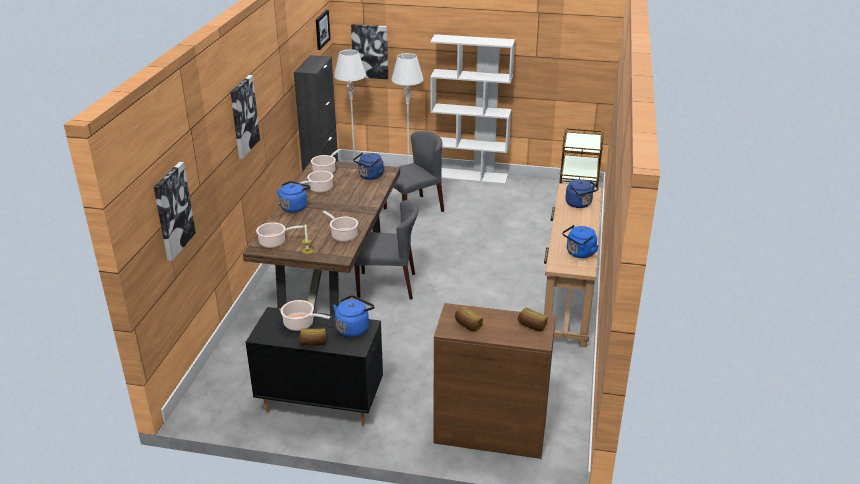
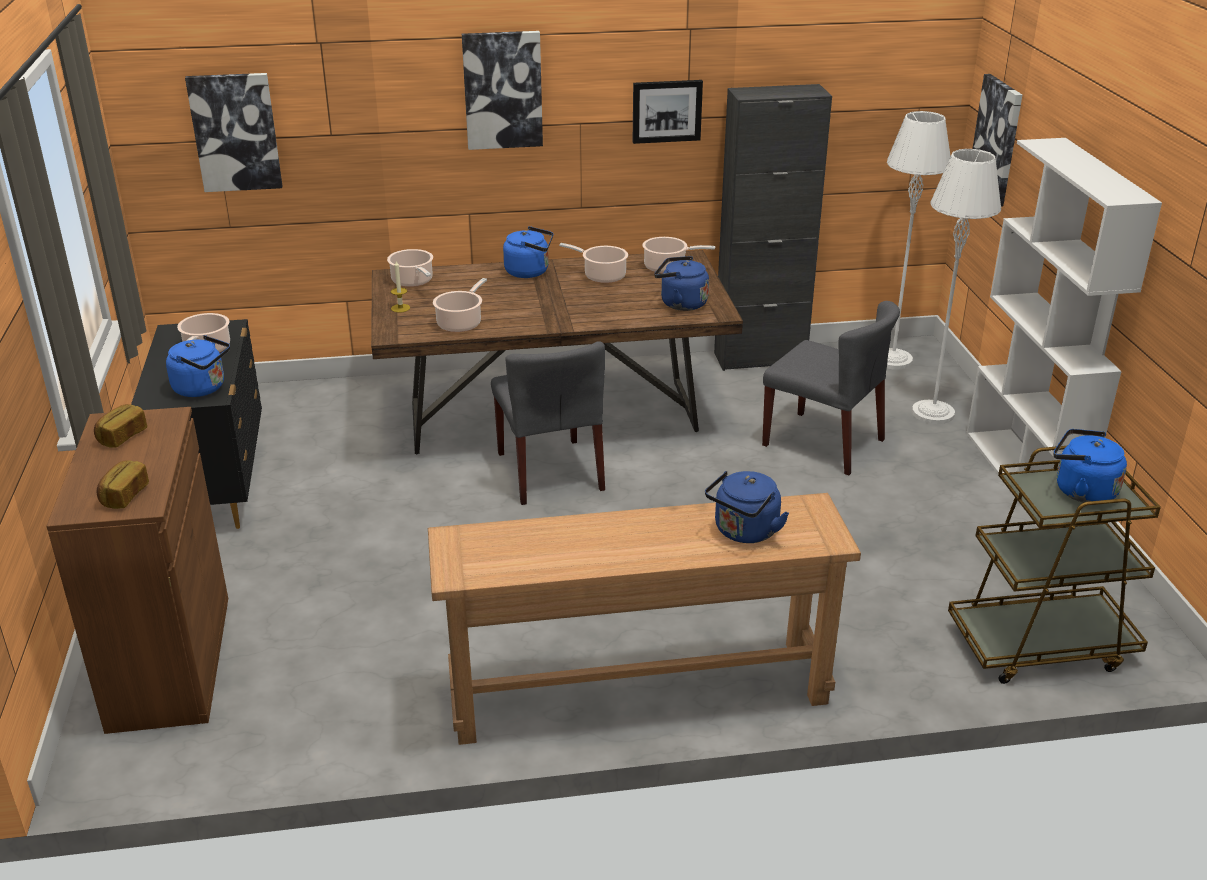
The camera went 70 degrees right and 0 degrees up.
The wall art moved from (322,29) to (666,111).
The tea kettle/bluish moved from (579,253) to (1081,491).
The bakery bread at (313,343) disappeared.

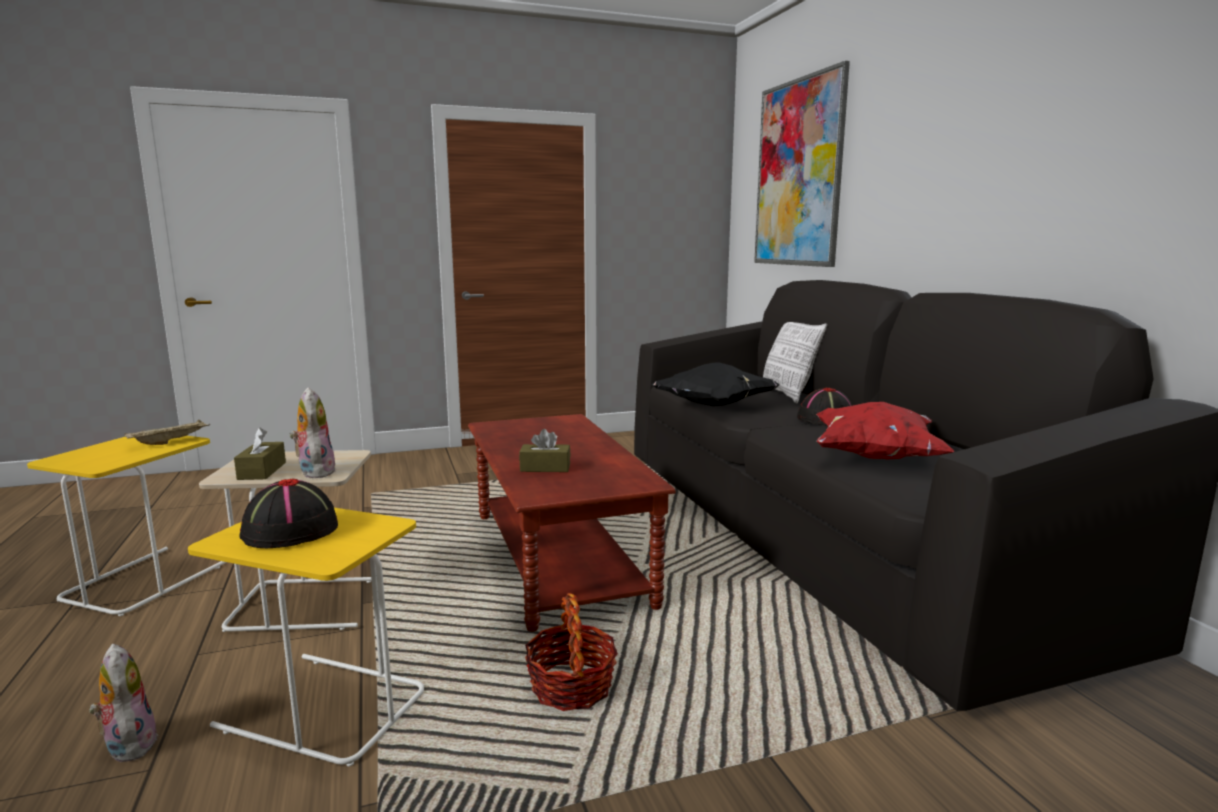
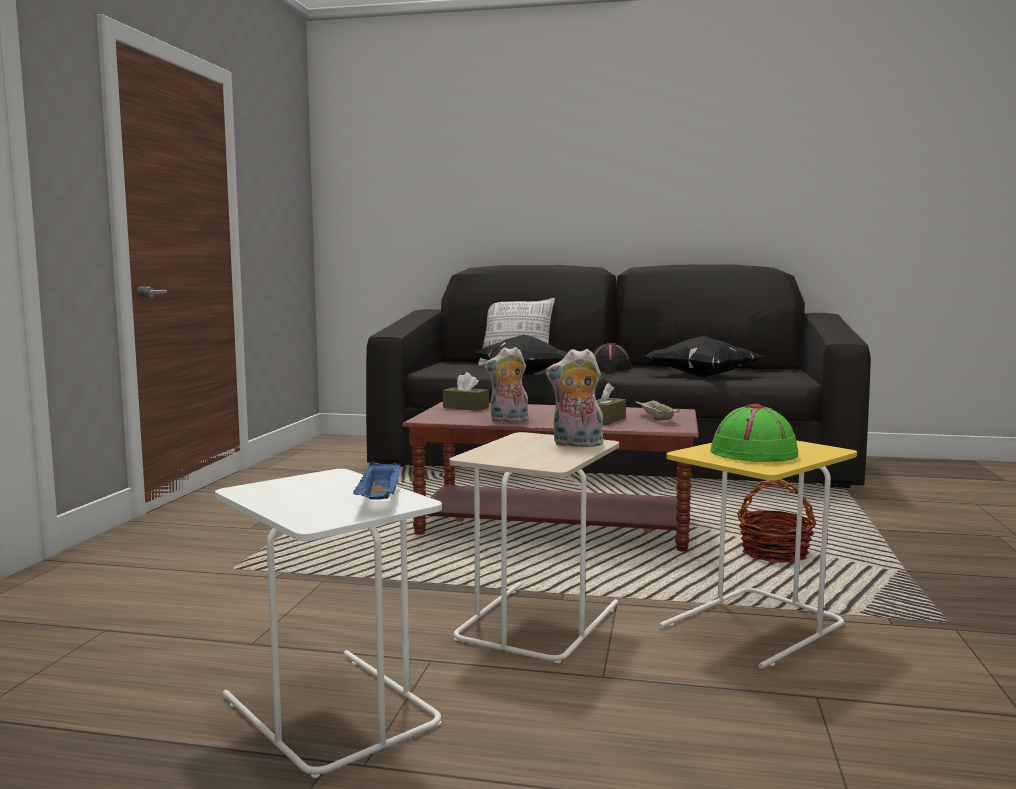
The camera went 60 degrees left and 5 degrees down.
The wall art at (798,174) disappeared.
The cushion/red at (874,457) became the cushion/black at (701,376).
The carrying tray/beige-coloured moved from (170,442) to (655,419).
The box of tissues/brownish moved from (262,471) to (466,407).
The end table/yellow-coloured at (146,580) became the end table/white-coloured at (328,710).
The hat/black at (290,531) became the hat/green-coloured at (754,454).
The soft toy moved from (128,745) to (508,420).
The carrying tray/bluish at (380,500) appeared.

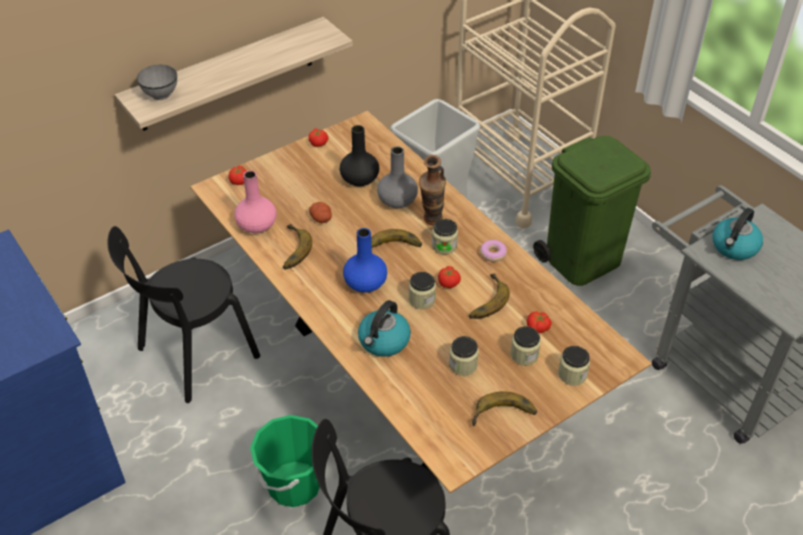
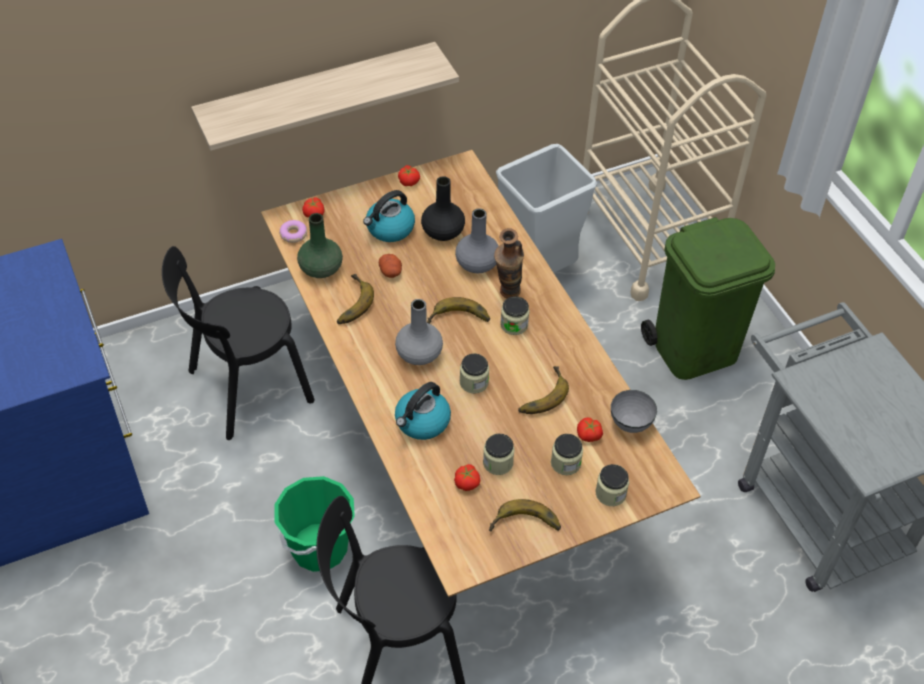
The camera went 10 degrees right and 5 degrees up.
The serving bowl/greyish moved from (160,94) to (630,423).
The flower vase/pinkish at (257,225) became the flower vase/green-coloured at (321,268).
The tea kettle moved from (734,247) to (389,229).
The flower vase/bluish at (366,283) became the flower vase/greyish at (419,354).
The doughnut moved from (493,254) to (293,234).
The fresh tomato moved from (449,282) to (467,482).

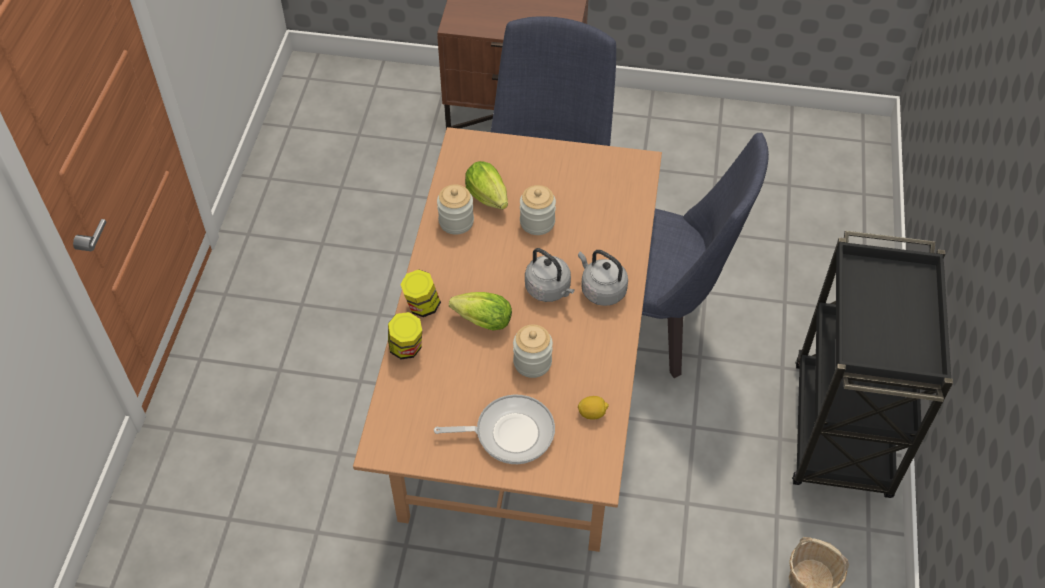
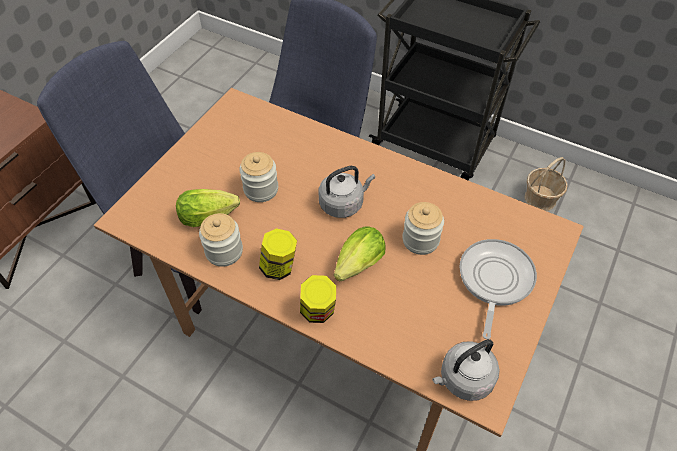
The camera went 70 degrees left and 0 degrees up.
The tea kettle/greyish moved from (601,290) to (463,379).
The jar moved from (406,348) to (279,267).
The citrus fruit at (592,413) disappeared.

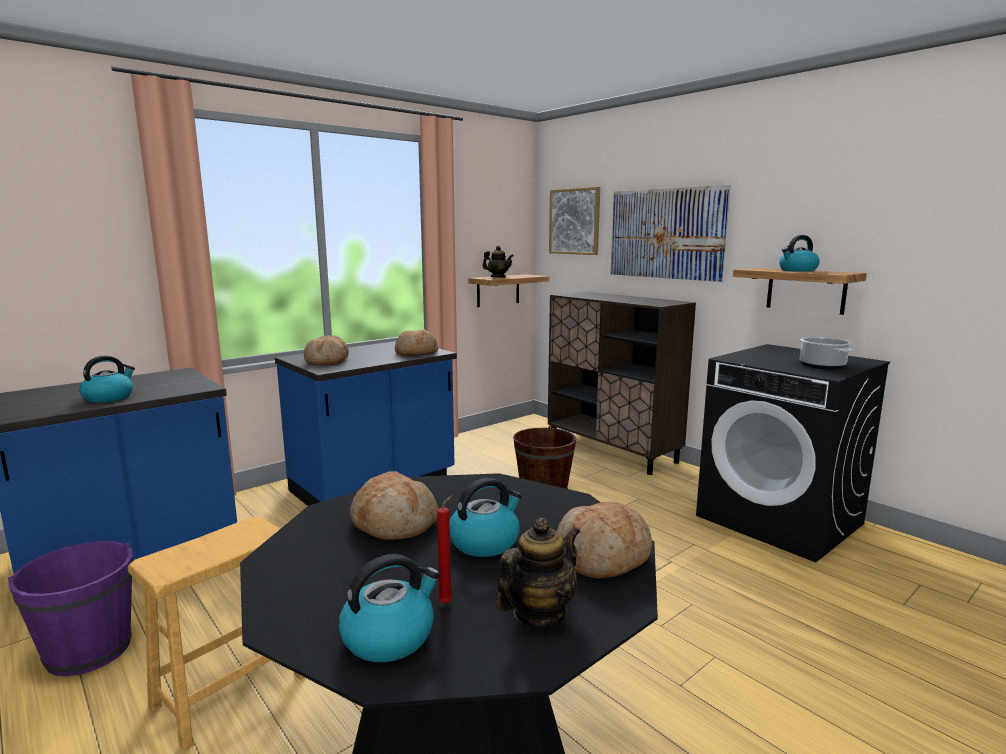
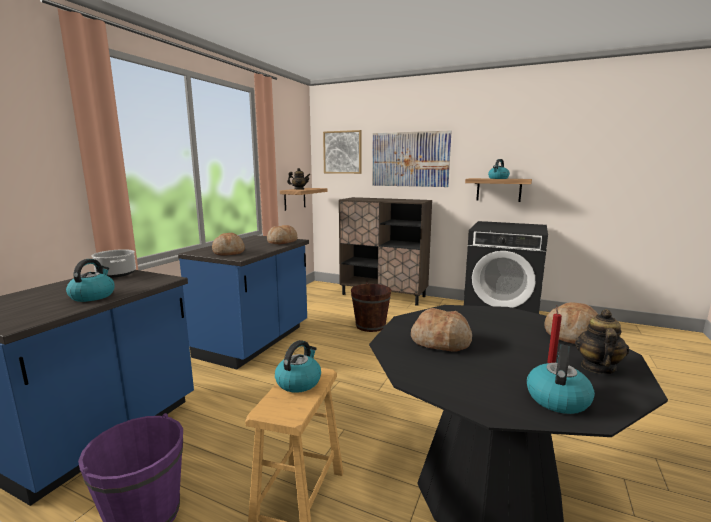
The camera went 25 degrees left and 0 degrees up.
The saucepot moved from (822,366) to (117,274).
The tea kettle moved from (485,542) to (298,382).

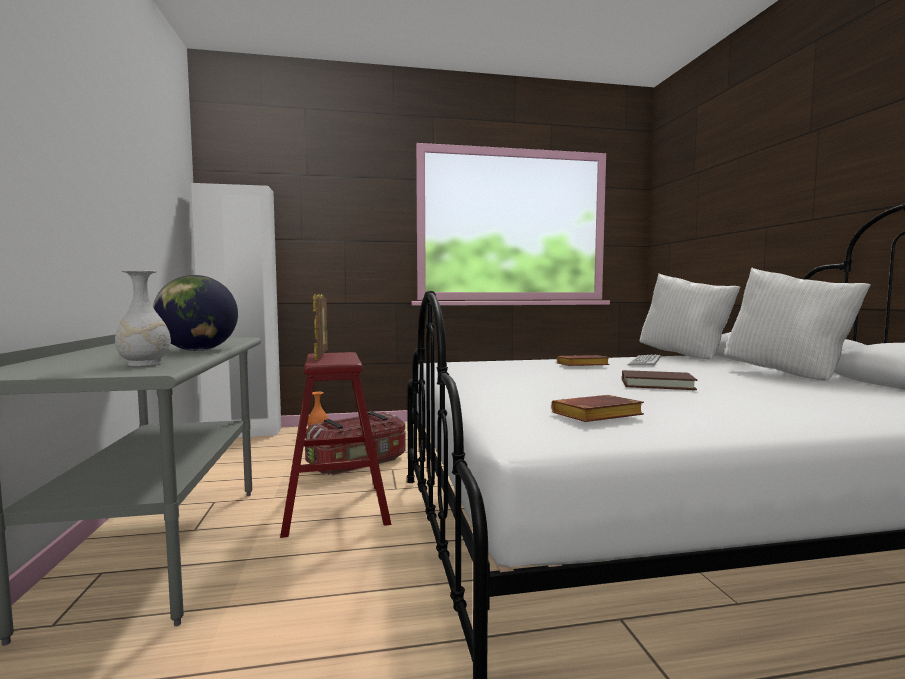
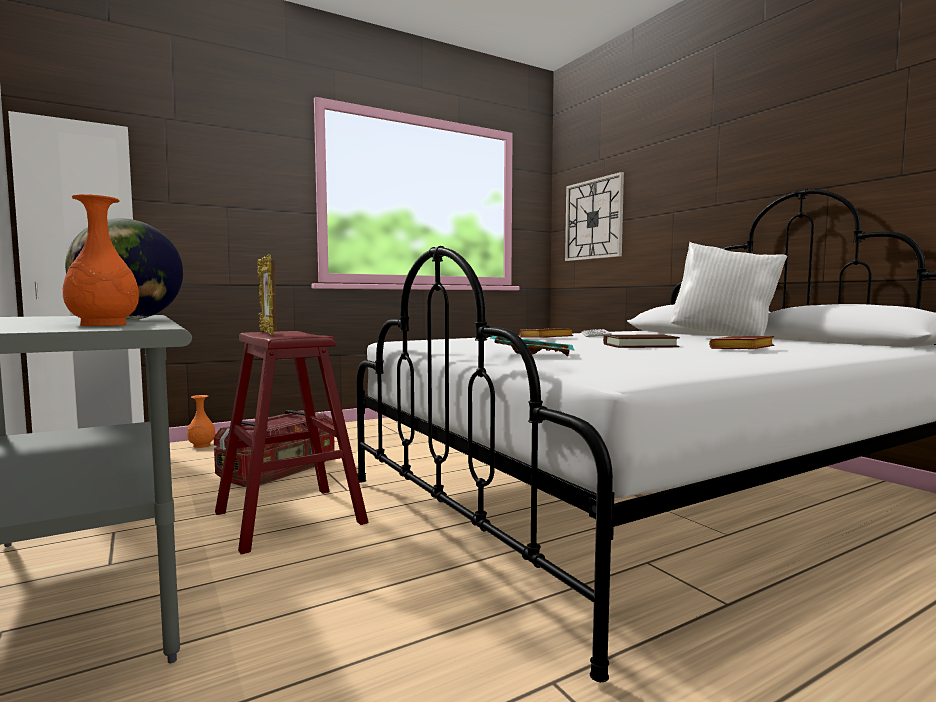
The camera went 20 degrees left and 0 degrees up.
The flower vase/white-coloured at (144,364) became the flower vase/orange-coloured at (102,325).
The cushion/white-coloured at (684,356) disappeared.
The book/brownish moved from (596,417) to (743,349).
The clock on the wall at (593,219) appeared.
The carrying tray/turquoise at (532,354) appeared.

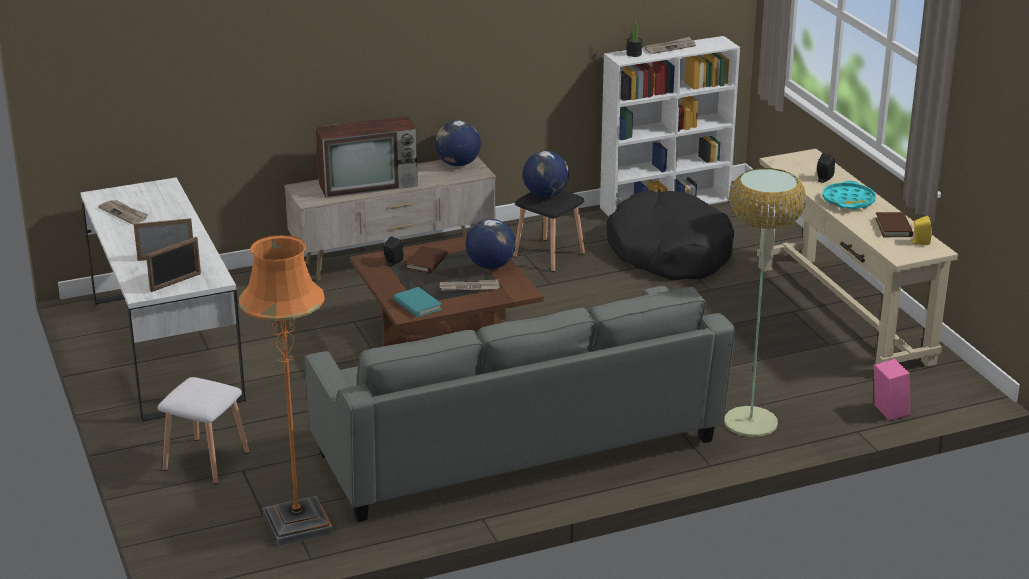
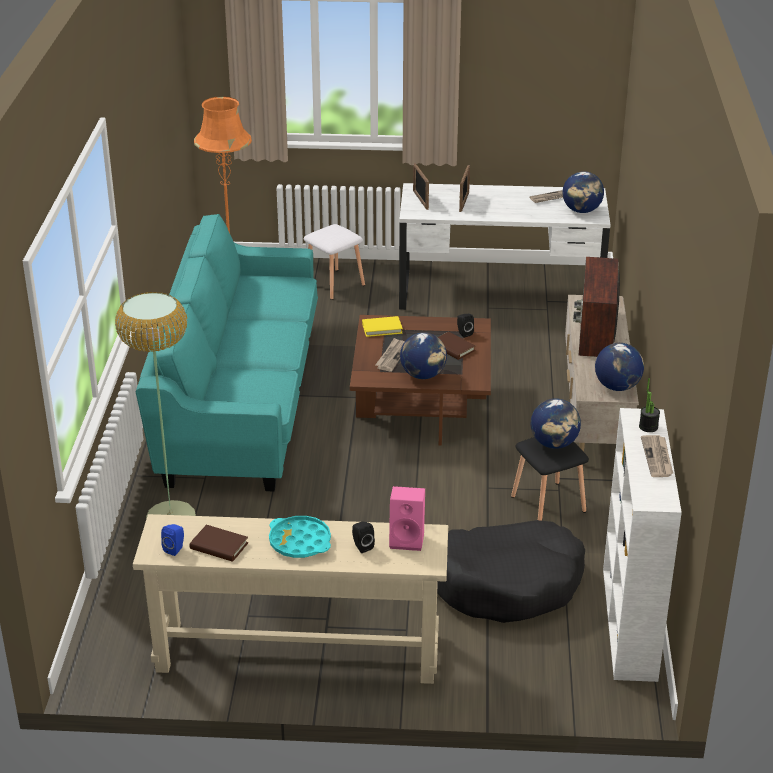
The camera went 115 degrees right and 5 degrees up.
The speaker/yellow-coloured at (919,242) became the speaker/bluish at (175,549).
The settee/greyish at (516,448) became the settee/turquoise at (240,398).
The book/turquoise at (417,305) became the book/yellow-coloured at (382,328).
The speaker/pinkish moved from (888,411) to (408,539).
The globe at (581,211) appeared.

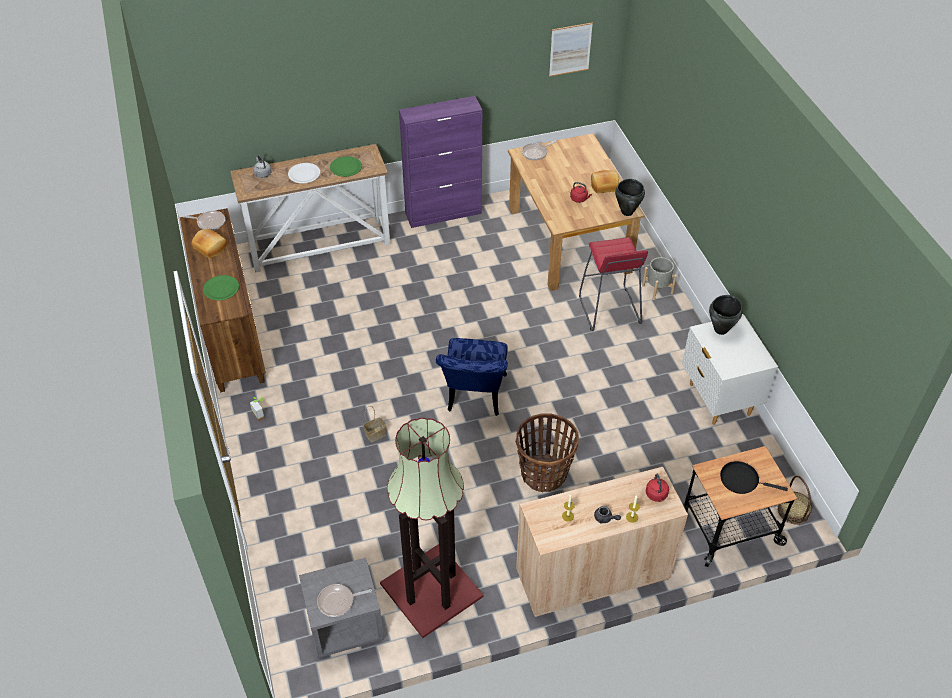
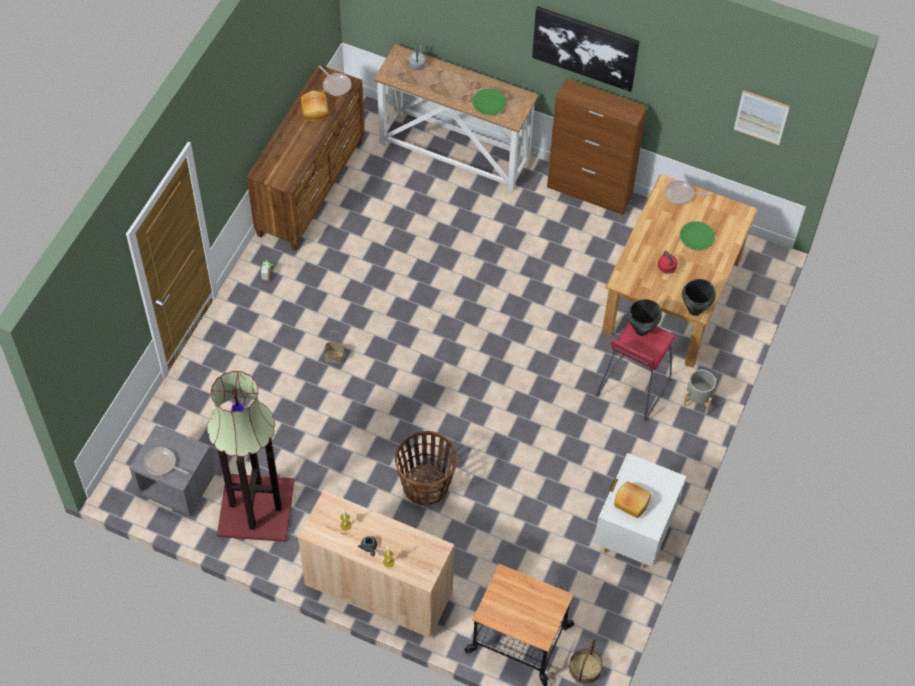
The camera went 40 degrees right and 10 degrees up.
The cupboard/purplish at (444,213) became the cupboard/brownish at (590,192).
The dinner plate/white-coloured at (304,174) disappeared.
The bakery bread moved from (604,185) to (632,502).
The dinner plate/green-coloured moved from (221,288) to (697,236).
The saucepot/black moved from (721,330) to (641,330).
The plain chair/bluish at (474,397) disappeared.
The frying pan/black at (742,480) disappeared.
The tea kettle/red at (656,495) disappeared.
The wall art at (585,47) appeared.

